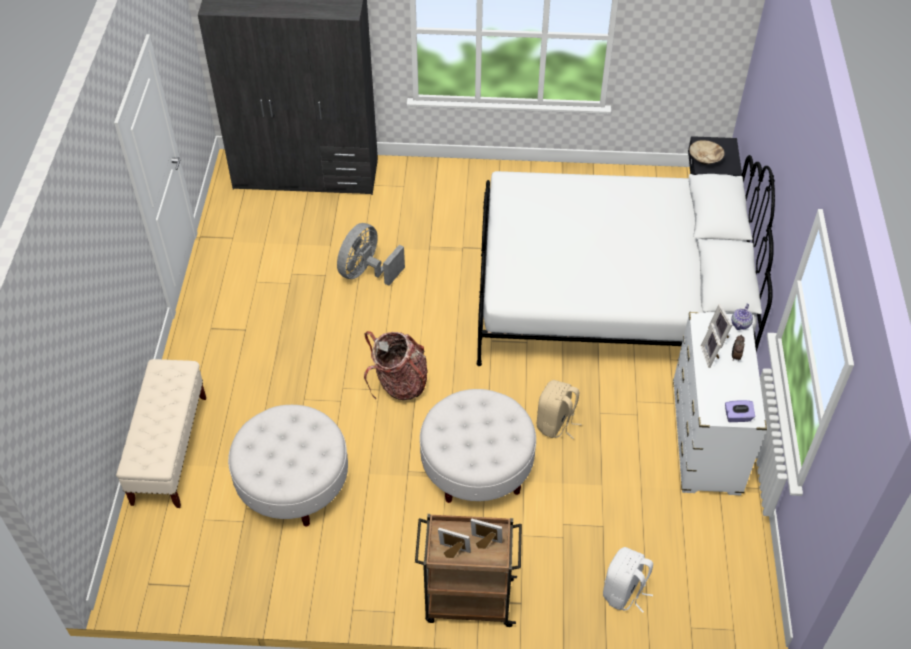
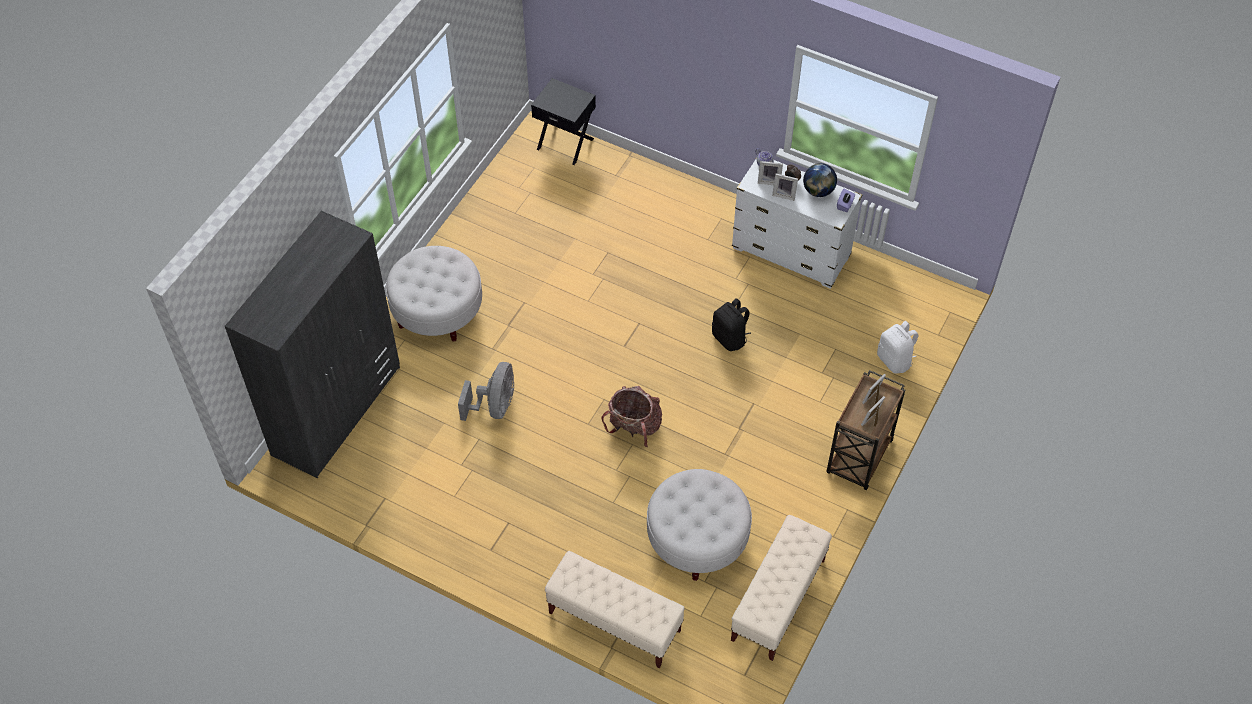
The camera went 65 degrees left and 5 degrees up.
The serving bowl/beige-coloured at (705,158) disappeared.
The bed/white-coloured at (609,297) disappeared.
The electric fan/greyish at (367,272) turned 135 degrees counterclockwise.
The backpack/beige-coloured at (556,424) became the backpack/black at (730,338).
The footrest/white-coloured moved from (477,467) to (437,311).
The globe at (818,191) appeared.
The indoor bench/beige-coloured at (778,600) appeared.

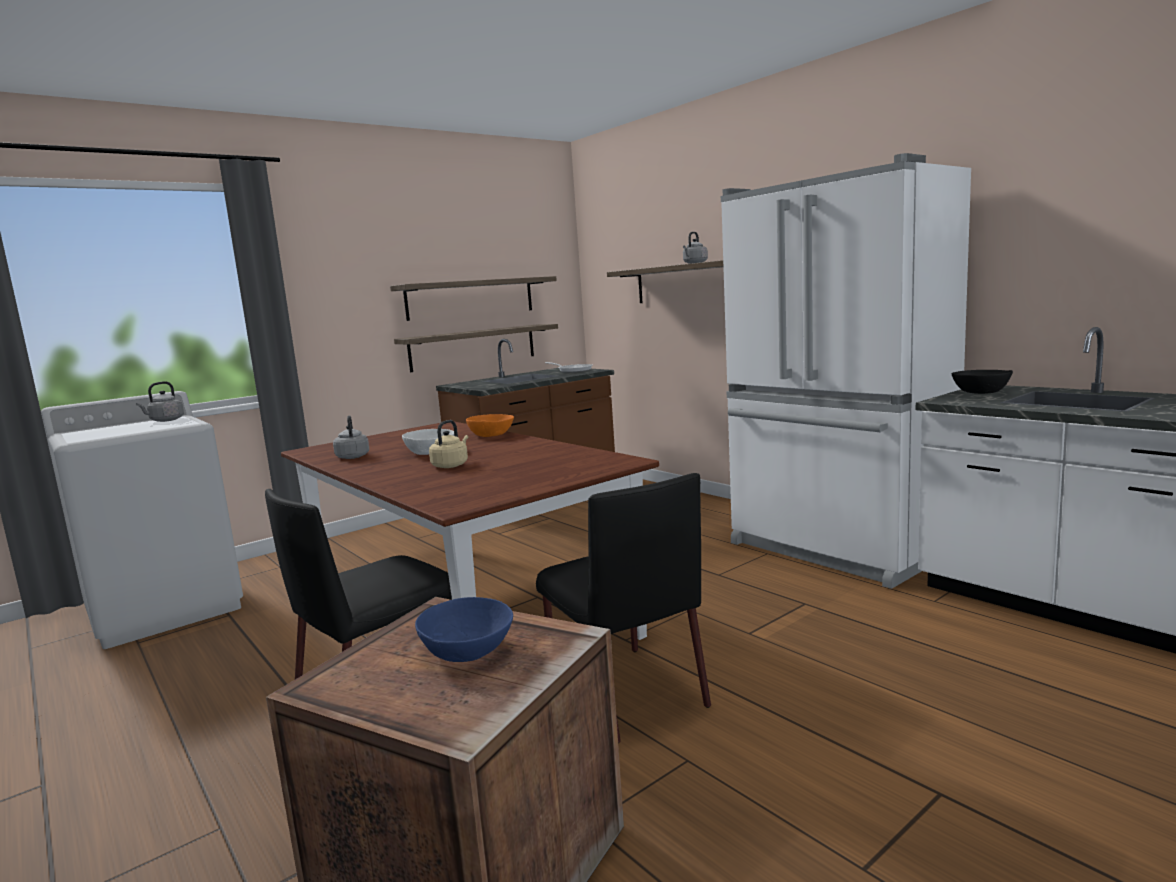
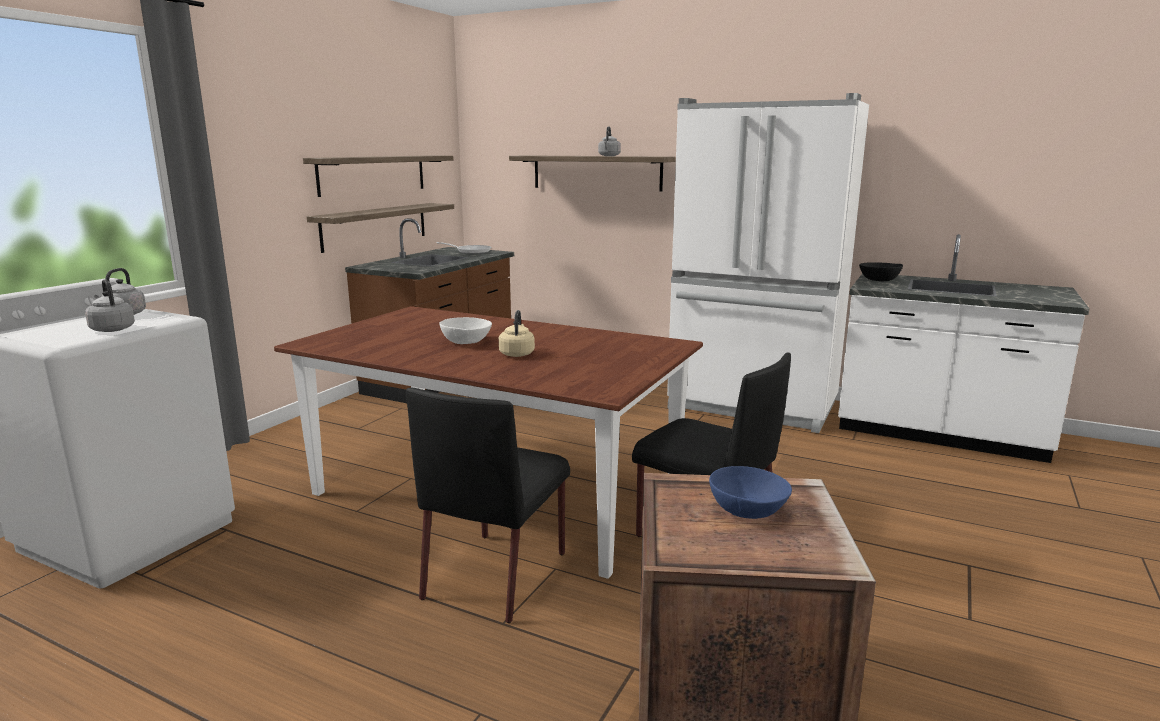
The camera went 25 degrees left and 5 degrees up.
The serving bowl/orange-coloured at (491,435) disappeared.
The tea kettle/greyish moved from (353,456) to (112,329).

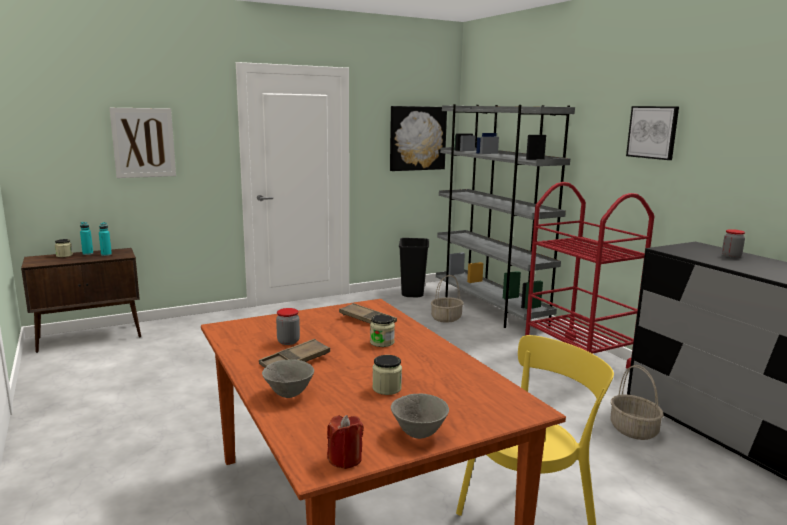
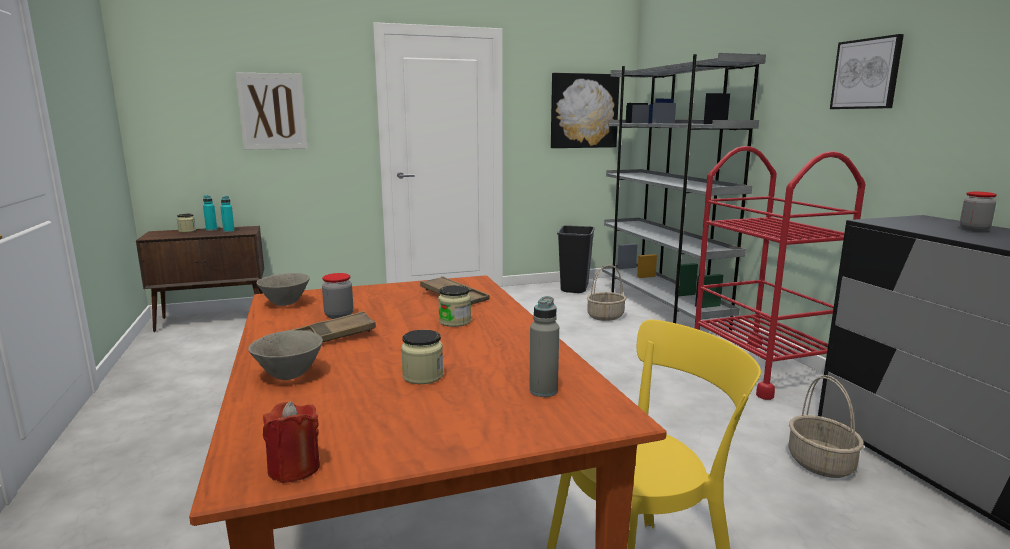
The camera went 10 degrees right and 0 degrees up.
The serving bowl/greyish moved from (419,434) to (285,304).
The drink bottle/greyish at (543,391) appeared.

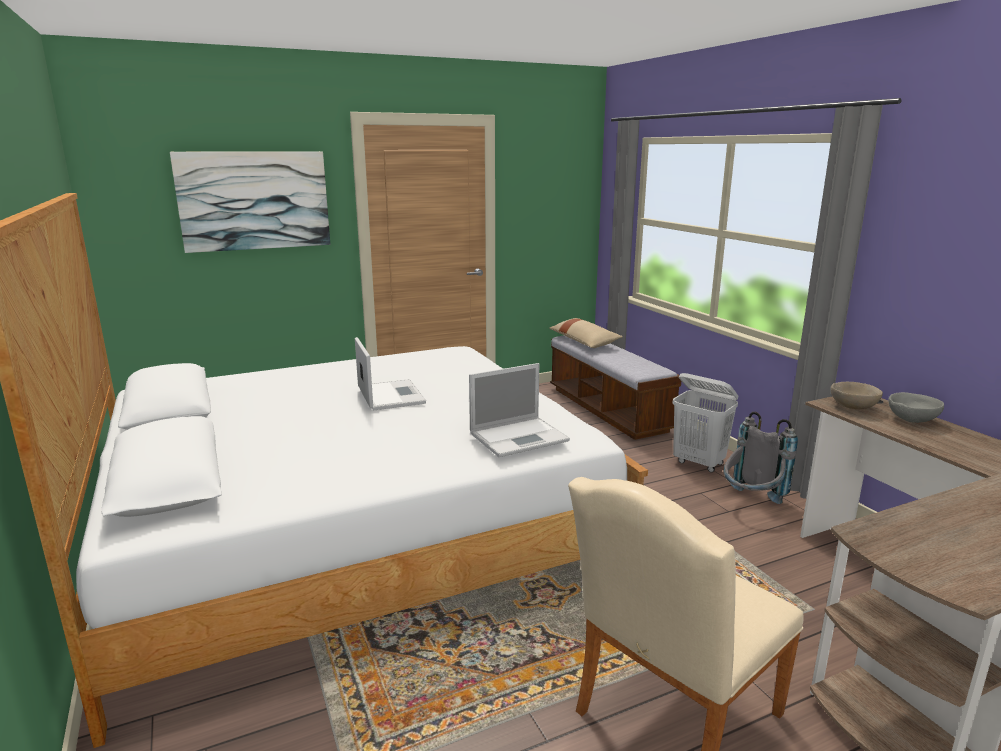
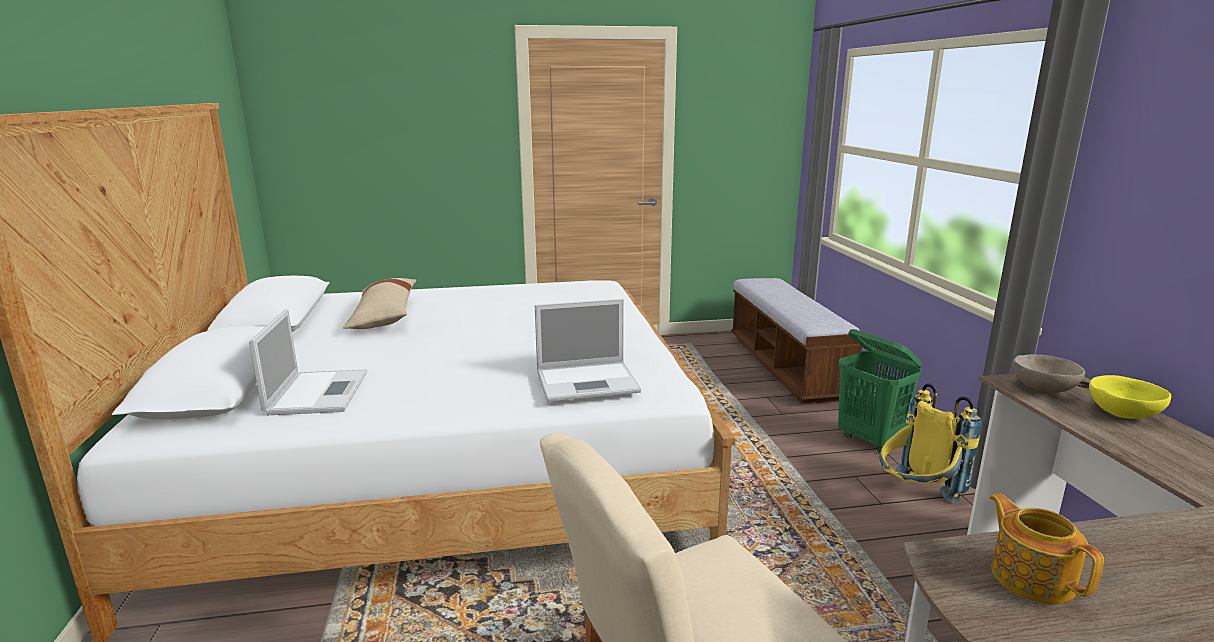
The camera went 15 degrees right and 0 degrees up.
The wall art at (254,200) disappeared.
The cushion/beige-coloured moved from (584,341) to (384,316).
The notebook computer moved from (390,395) to (318,392).
The hamper/white-coloured at (699,463) became the hamper/green-coloured at (870,440).
The serving bowl/greyish at (912,419) became the serving bowl/yellow-coloured at (1123,413).
The backpack/greyish at (751,503) became the backpack/yellow-coloured at (915,497).
The tea pot at (1031,577) appeared.

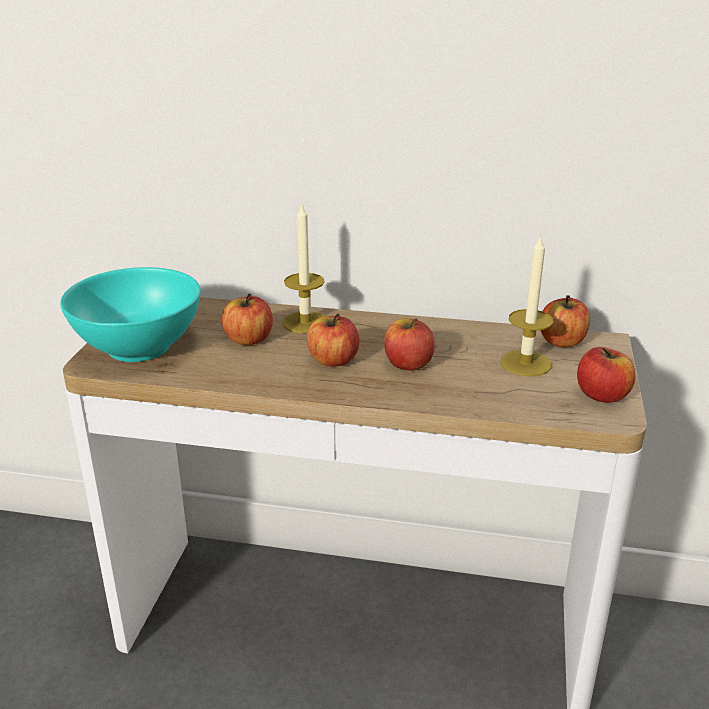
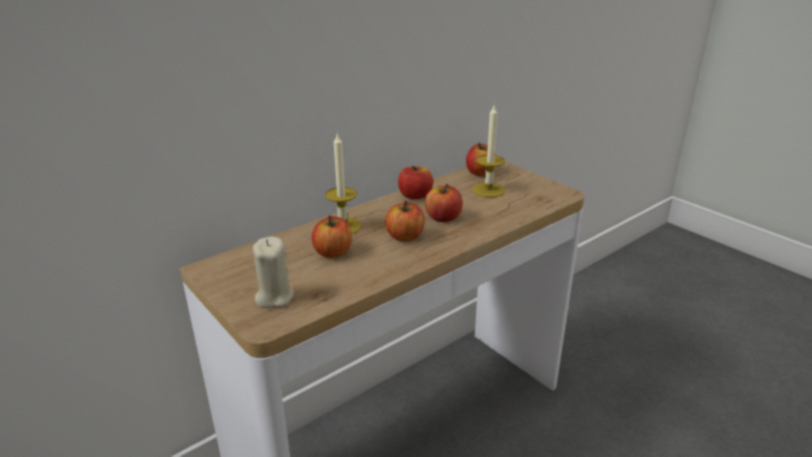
The camera went 50 degrees left and 0 degrees up.
The serving bowl/turquoise at (139,348) was replaced by the wax light/beige-coloured at (274,297).
The whole apple moved from (602,395) to (415,195).

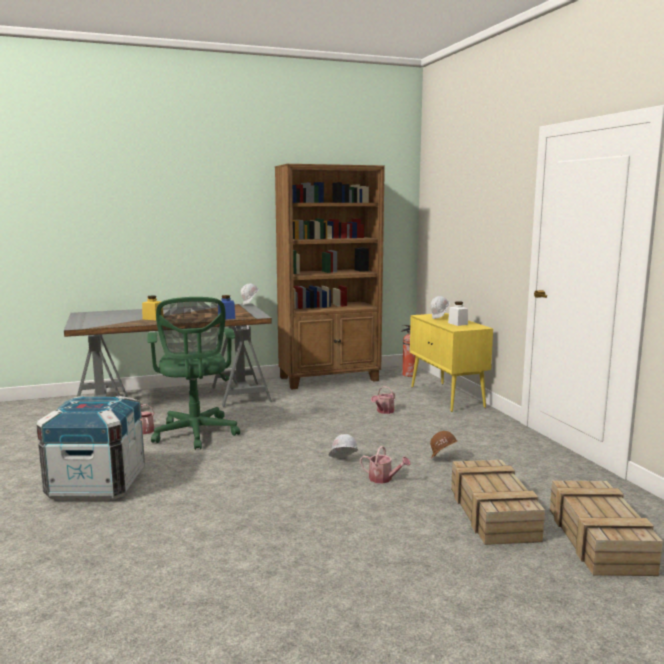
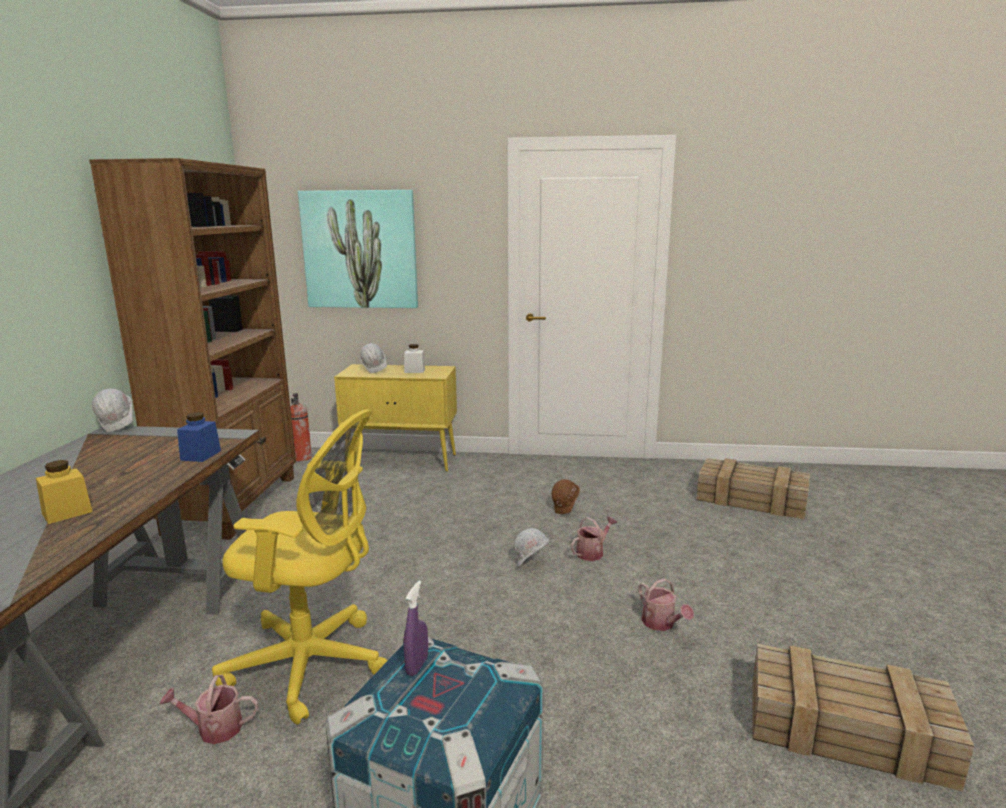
The camera went 65 degrees left and 5 degrees up.
The office chair/green-coloured at (196,434) became the office chair/yellow-coloured at (313,665).
The sprinkling can moved from (384,411) to (661,624).
The packing crate moved from (494,514) to (849,731).
The wall art at (360,250) appeared.
The spray bottle/purplish at (417,666) appeared.

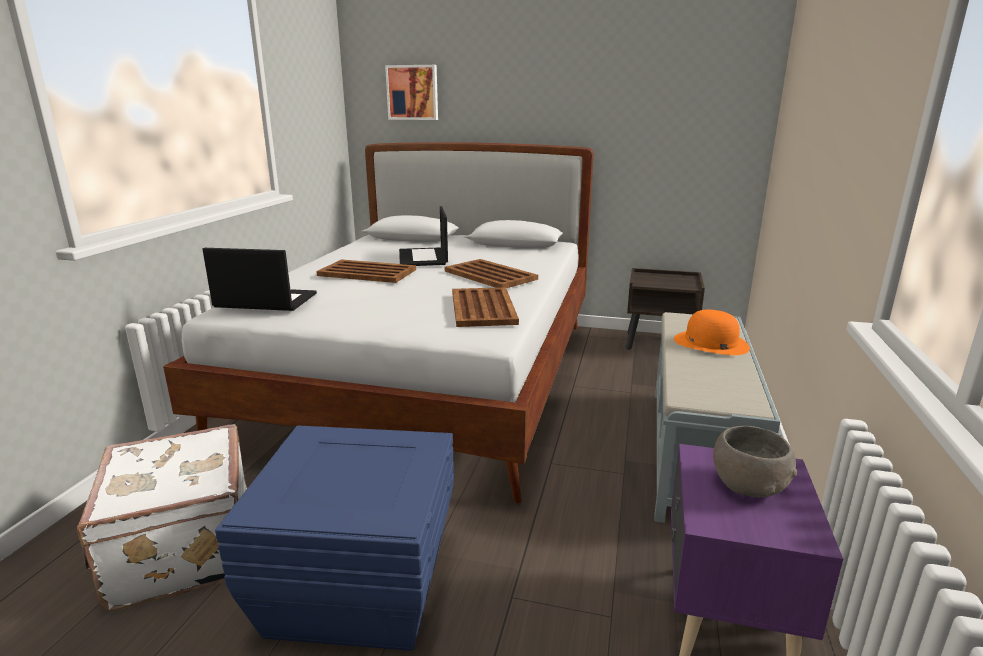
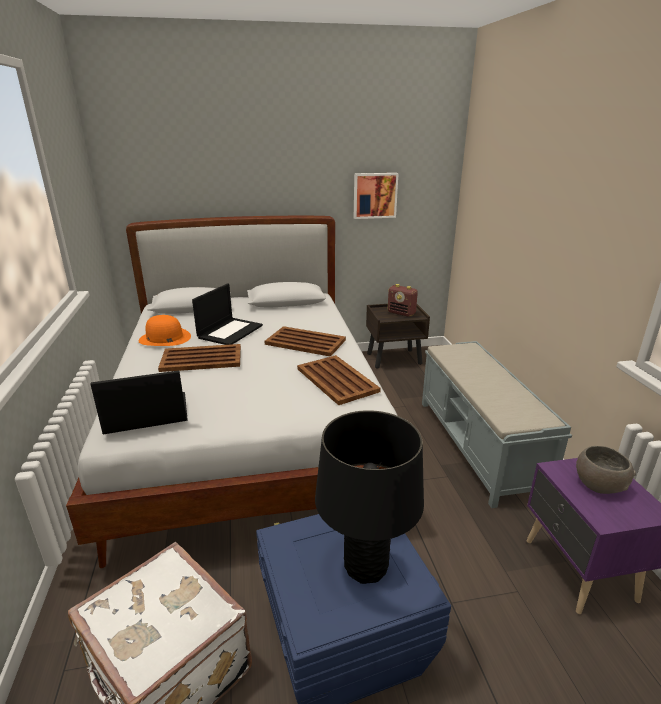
The camera went 25 degrees left and 5 degrees up.
The wall art moved from (413,92) to (374,195).
The notebook computer at (423,257) turned 120 degrees counterclockwise.
The hat/orange-coloured moved from (710,343) to (164,338).
The radio set at (401,313) appeared.
The tabletop lamp/black at (366,567) appeared.

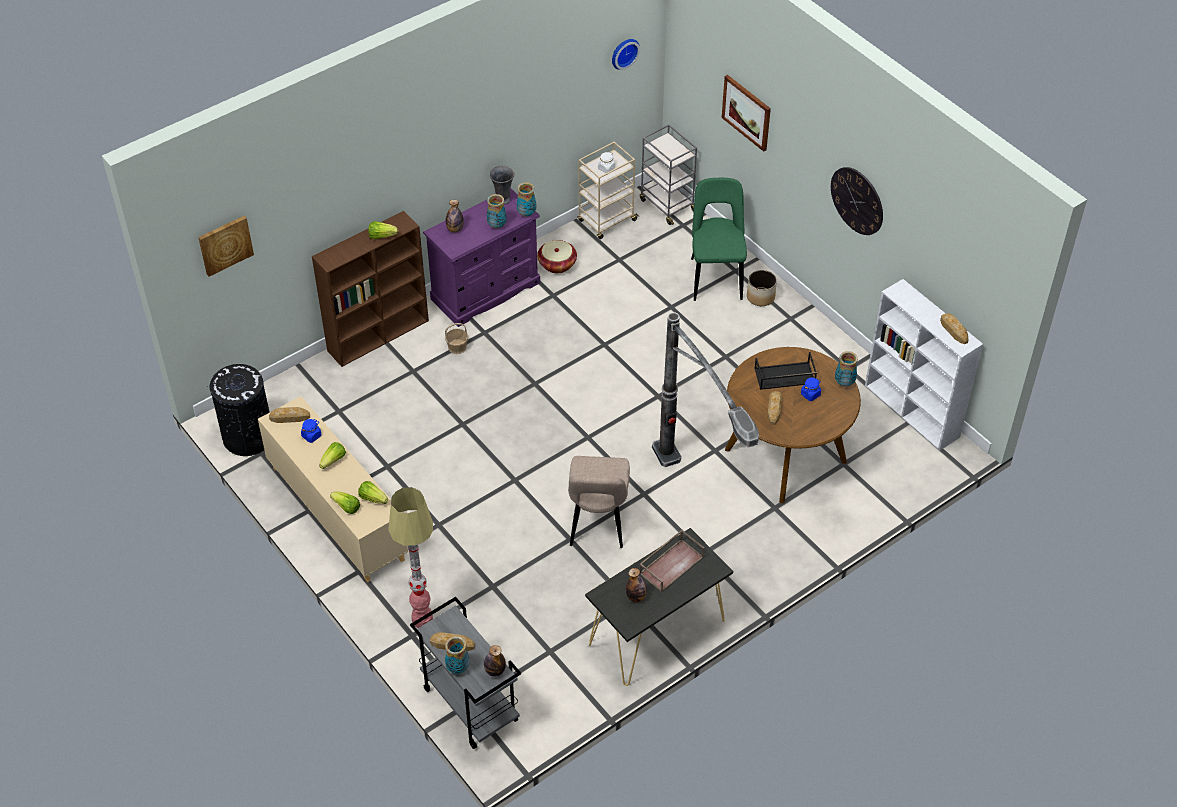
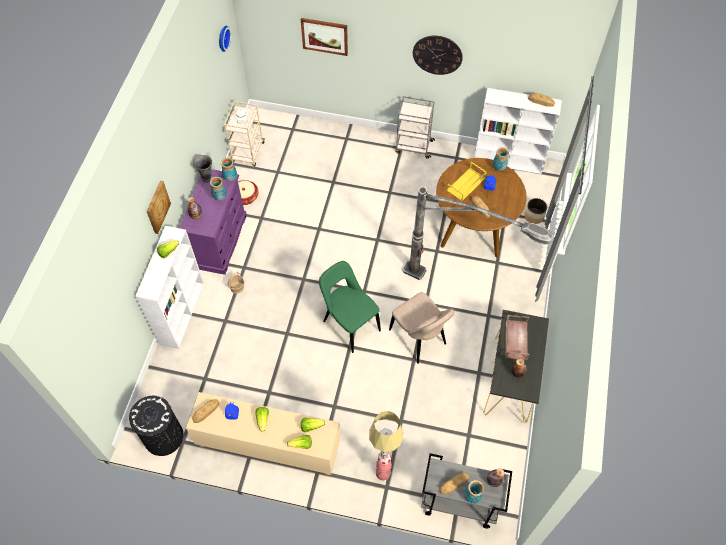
The camera went 40 degrees left and 10 degrees up.
The cart/greyish moved from (667,205) to (413,147).
The plain chair/green-coloured moved from (715,276) to (349,324).
The shelving unit/brownish at (379,335) became the shelving unit/white-coloured at (182,312).
The wall art moved from (225,244) to (157,207).
The planter moved from (760,297) to (534,216).
The carrying tray/black at (784,376) became the carrying tray/yellow-coloured at (466,185).

